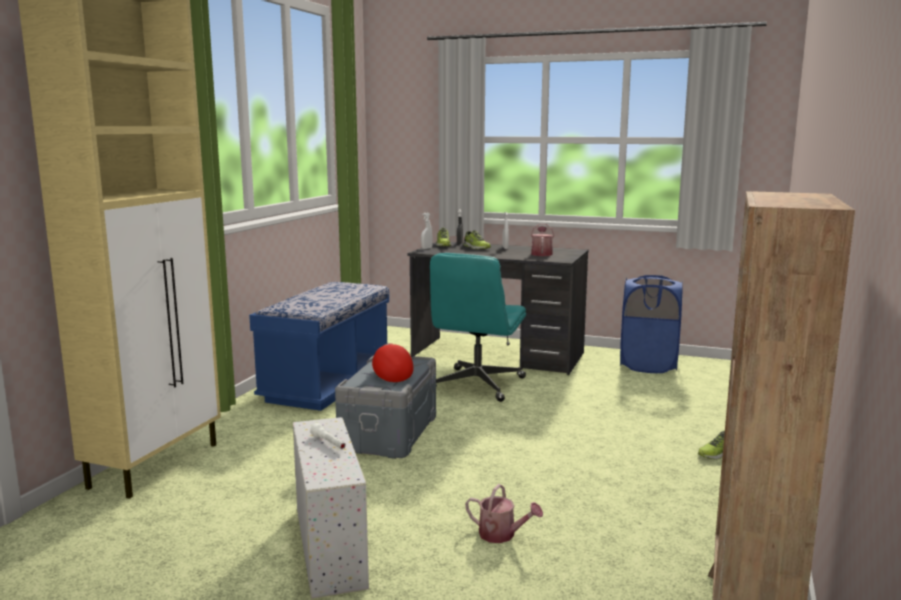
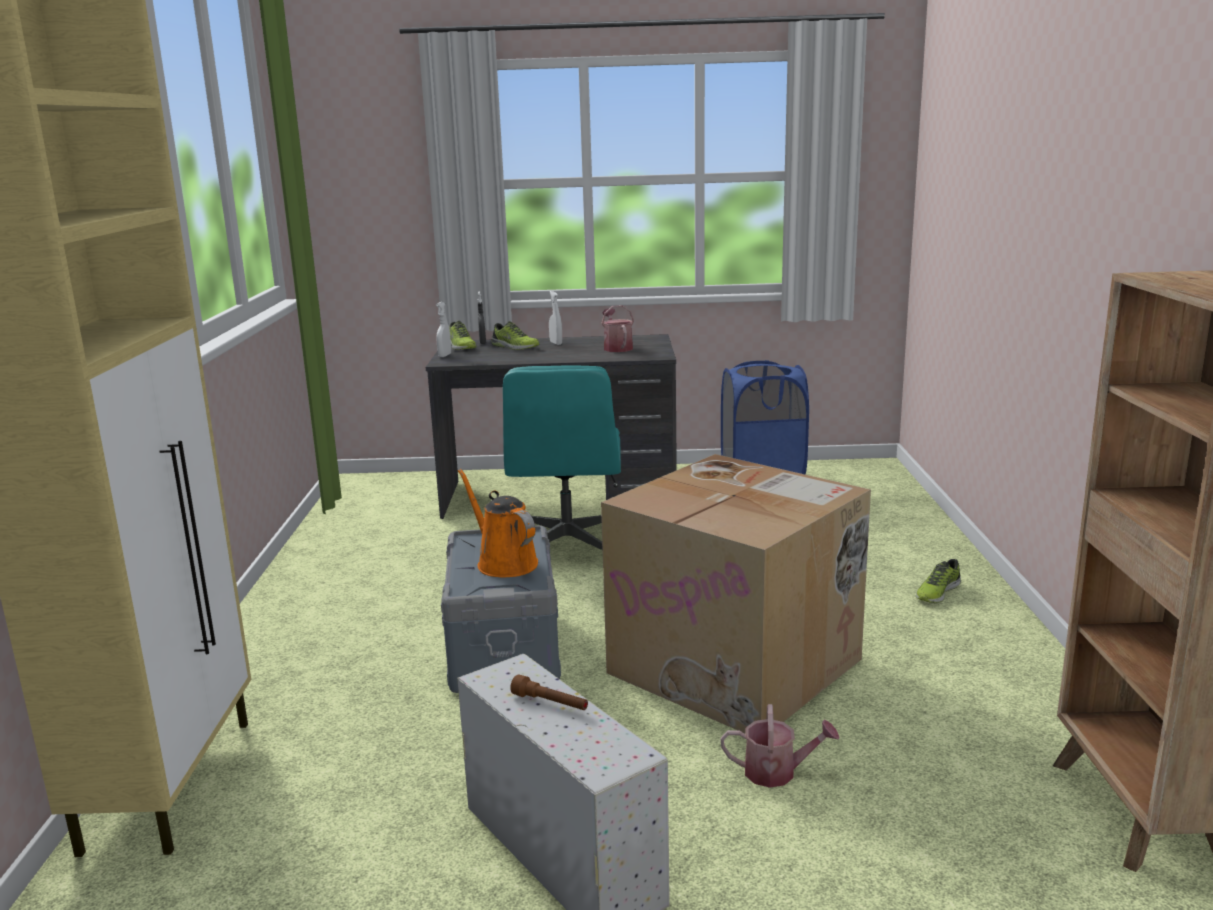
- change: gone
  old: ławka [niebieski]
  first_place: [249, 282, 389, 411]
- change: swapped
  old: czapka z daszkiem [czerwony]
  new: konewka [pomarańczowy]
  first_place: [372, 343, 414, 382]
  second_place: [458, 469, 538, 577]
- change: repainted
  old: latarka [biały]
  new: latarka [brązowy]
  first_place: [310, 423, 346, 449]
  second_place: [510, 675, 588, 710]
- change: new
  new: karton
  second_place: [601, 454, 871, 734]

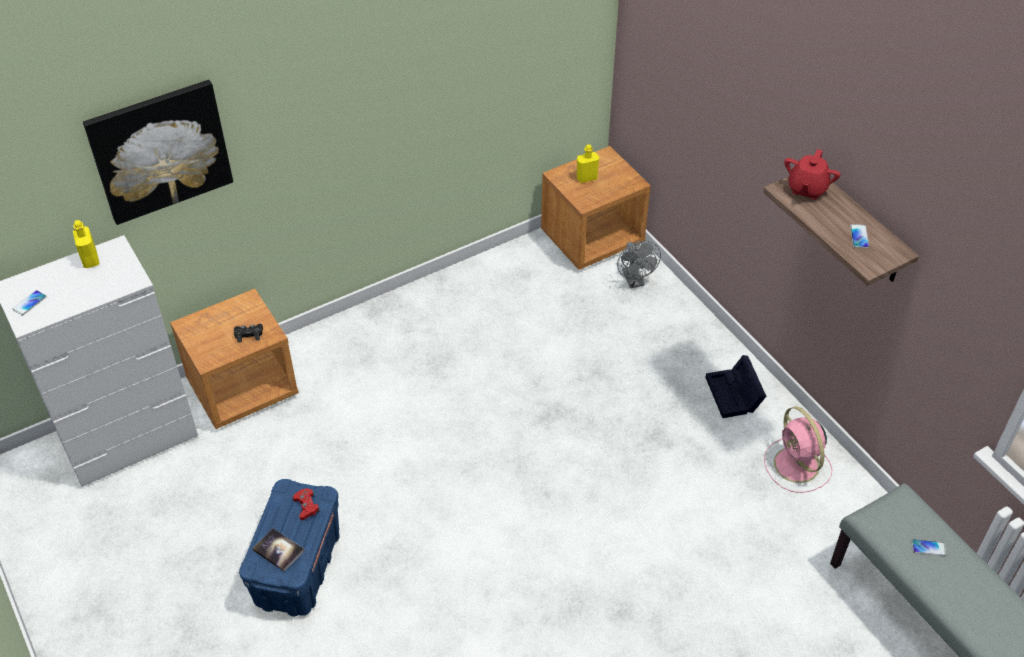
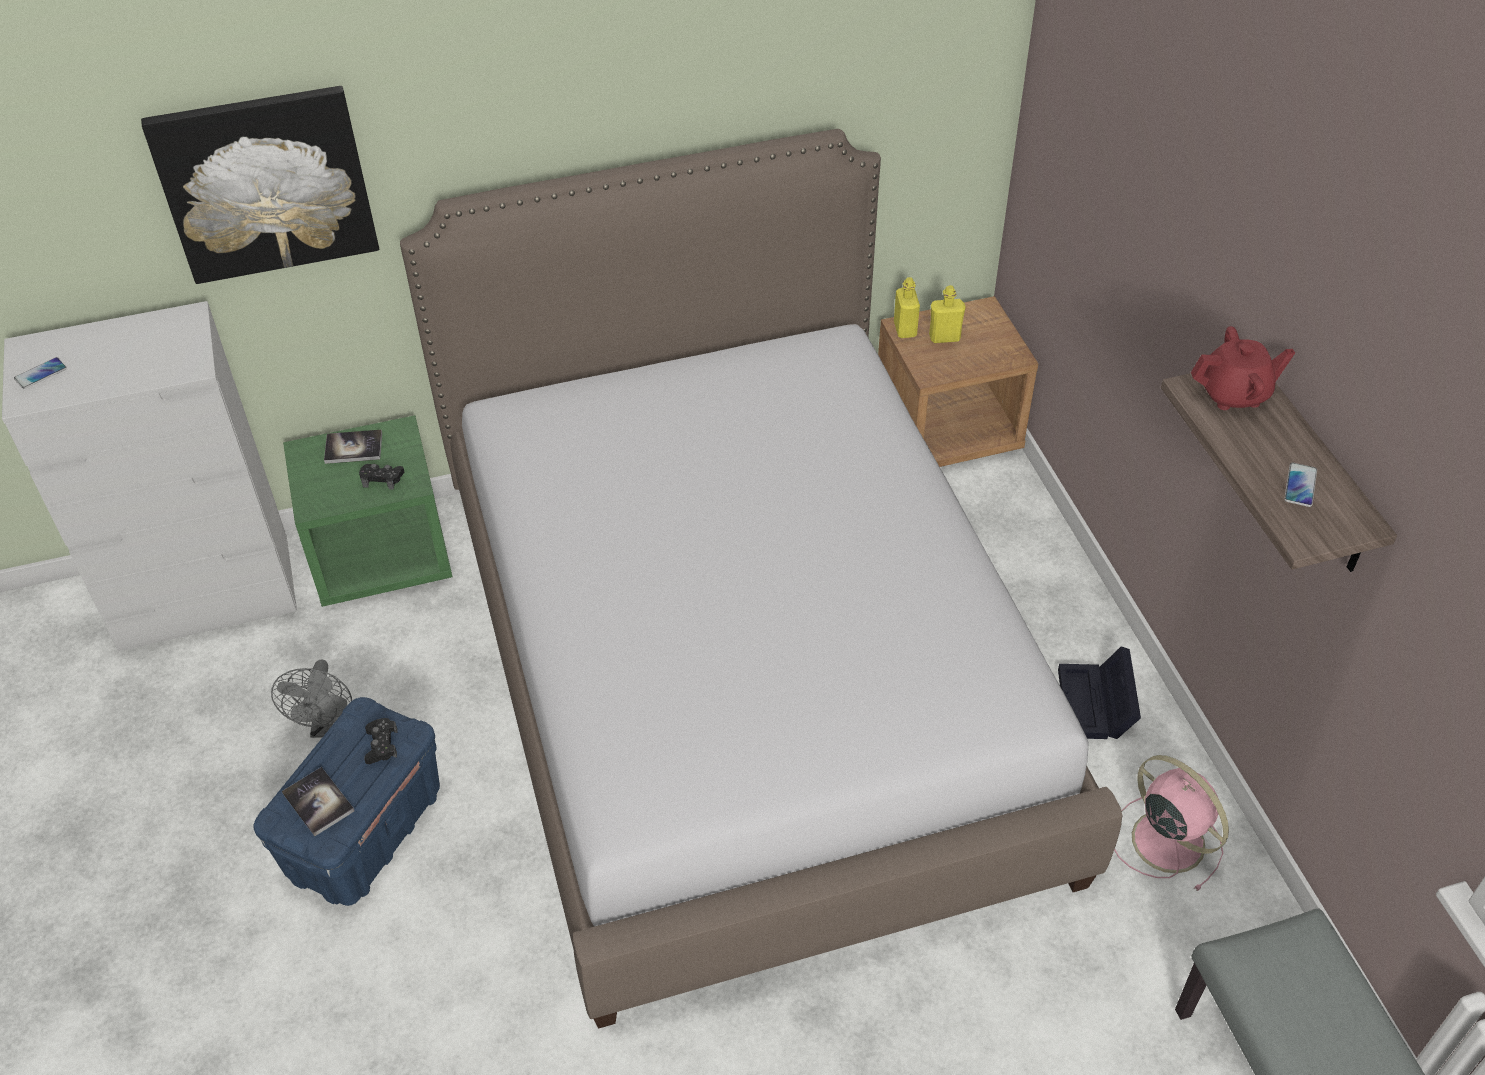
- change: rotated
  old: imbryk [czerwony]
  first_place: [784, 149, 840, 200]
  second_place: [1191, 326, 1295, 410]
  degrees: -135
- change: shifted
  old: butelka [żółty]
  first_place: [73, 220, 100, 268]
  second_place: [894, 277, 920, 338]
- change: shifted
  old: wentylator [szary]
  first_place: [617, 241, 661, 288]
  second_place: [271, 659, 352, 738]
- change: repainted
  old: szafka nocna [brązowy]
  new: szafka nocna [zielony]
  first_place: [170, 289, 299, 429]
  second_place: [283, 415, 452, 607]
- change: rotated
  old: wentylator [różowy]
  first_place: [764, 406, 832, 493]
  second_place: [1114, 755, 1229, 891]
  degrees: 150
- change: repainted
  old: pad do gier [czerwony]
  new: pad do gier [czarny]
  first_place: [293, 488, 320, 520]
  second_place: [364, 718, 397, 764]
- change: gone
  old: telefon
  first_place: [912, 539, 946, 556]
- change: new
  new: łóżko
  second_place: [400, 129, 1122, 1029]
- change: new
  new: książka
  second_place: [324, 430, 382, 464]

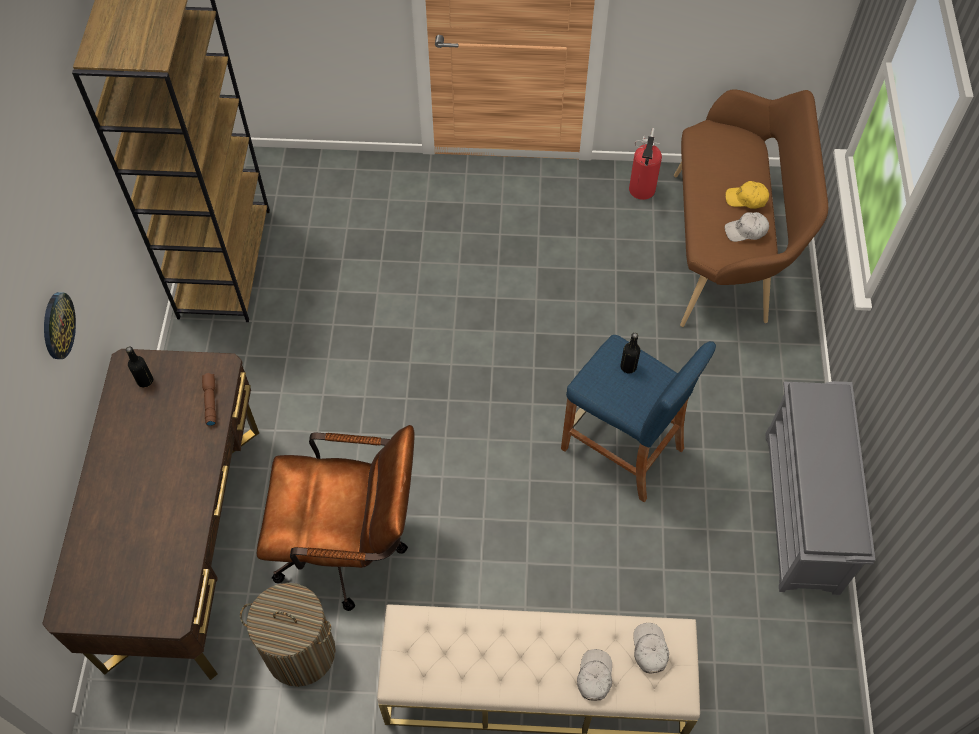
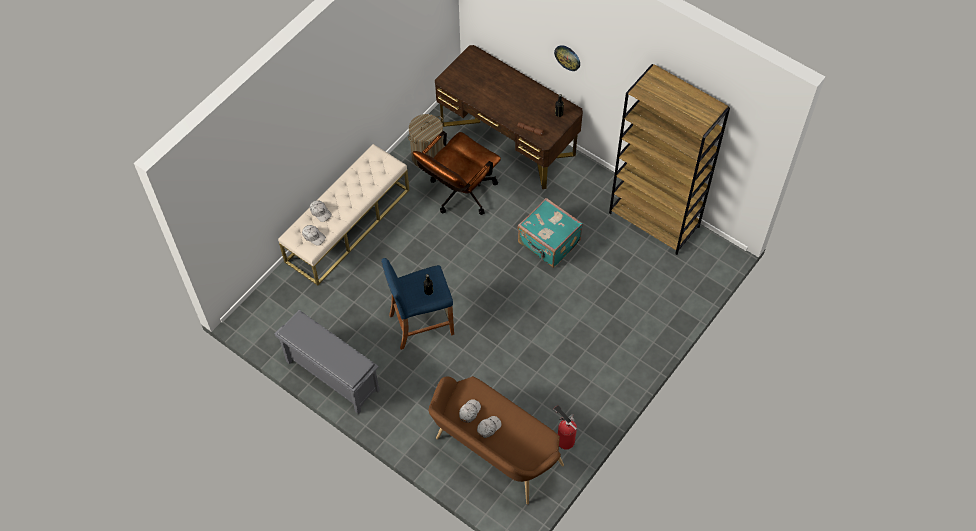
- change: repainted
  old: czapka z daszkiem [żółty]
  new: czapka z daszkiem [biały]
  first_place: [725, 181, 769, 209]
  second_place: [477, 416, 501, 438]
- change: new
  new: walizka [turkusowy]
  second_place: [517, 198, 583, 268]

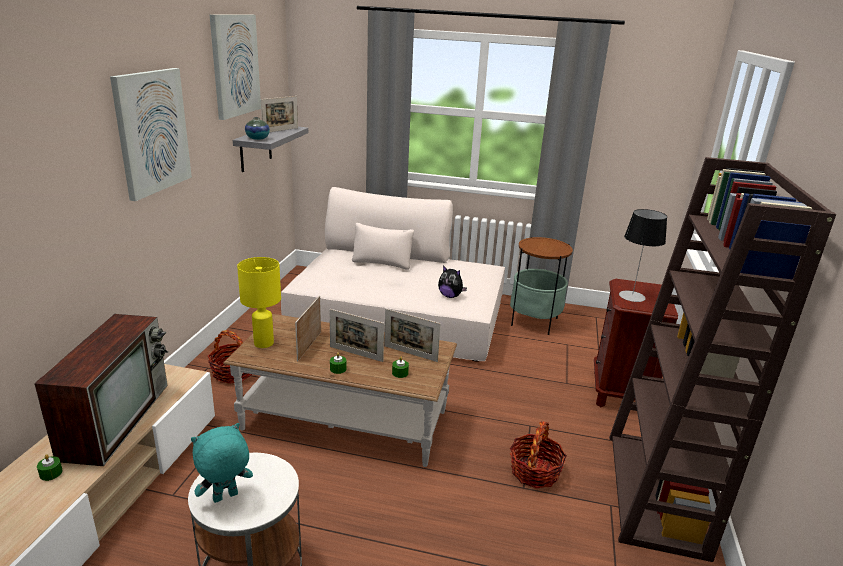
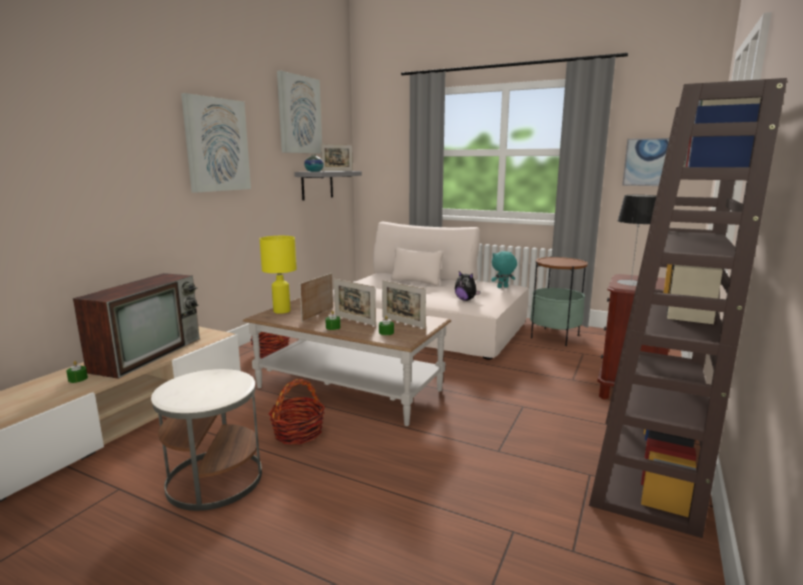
- change: shifted
  old: koszyk
  first_place: [510, 422, 567, 488]
  second_place: [268, 379, 325, 445]
- change: shifted
  old: pluszak [turkusowy]
  first_place: [191, 423, 253, 503]
  second_place: [492, 251, 517, 288]
- change: new
  new: obraz
  second_place: [622, 138, 669, 186]

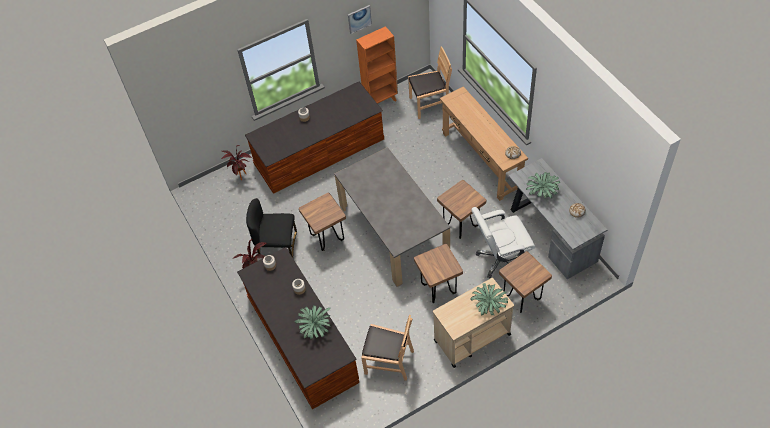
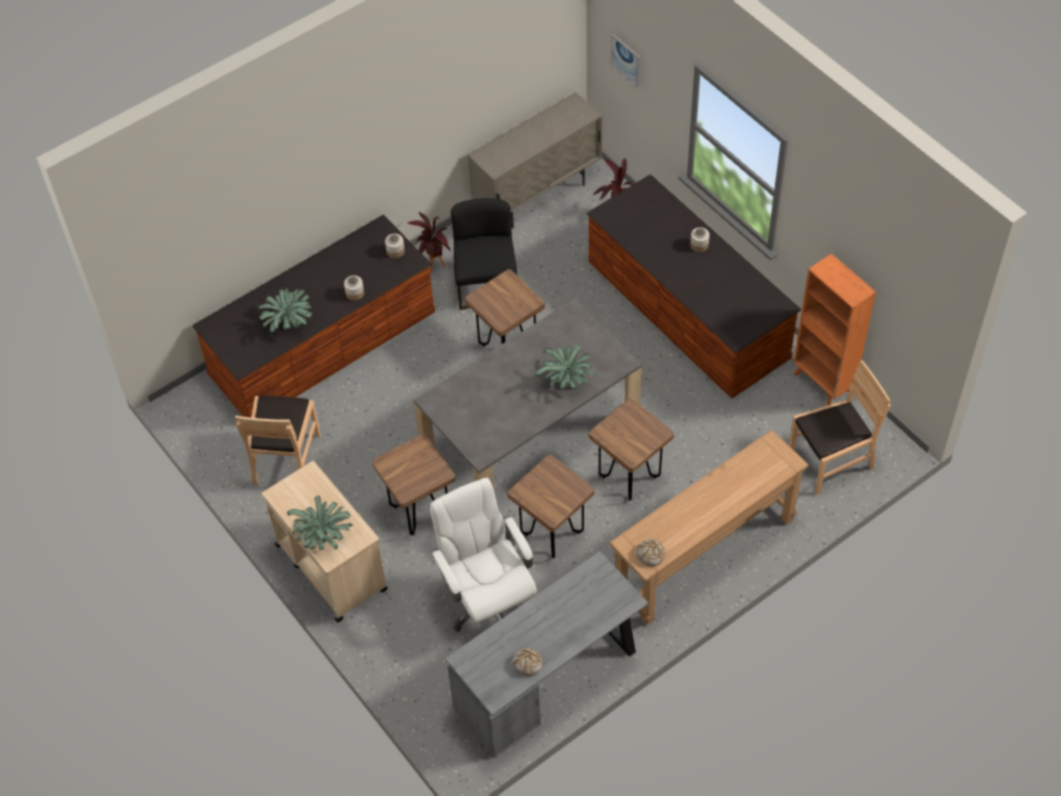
- change: shifted
  old: obraz
  first_place: [348, 5, 372, 34]
  second_place: [611, 34, 640, 88]
- change: rotated
  old: krzesło [brązowy]
  first_place: [408, 46, 452, 119]
  second_place: [789, 360, 891, 495]
  degrees: -90
- change: shifted
  old: roślina doniczkowa
  first_place: [526, 172, 560, 199]
  second_place: [536, 345, 597, 390]
- change: shifted
  old: stołek [brązowy]
  first_place: [499, 251, 552, 313]
  second_place: [588, 398, 674, 501]
- change: new
  new: szafka [beżowy]
  second_place: [467, 92, 603, 229]

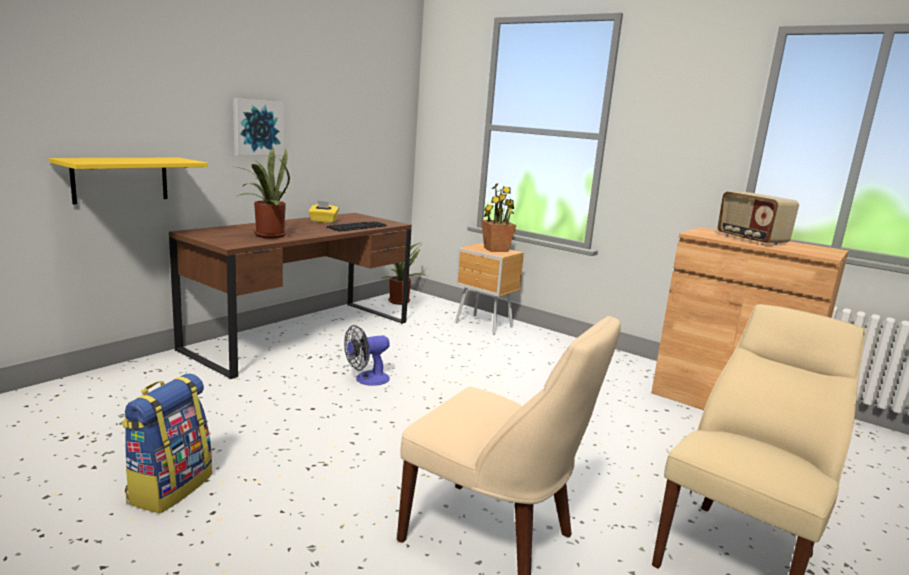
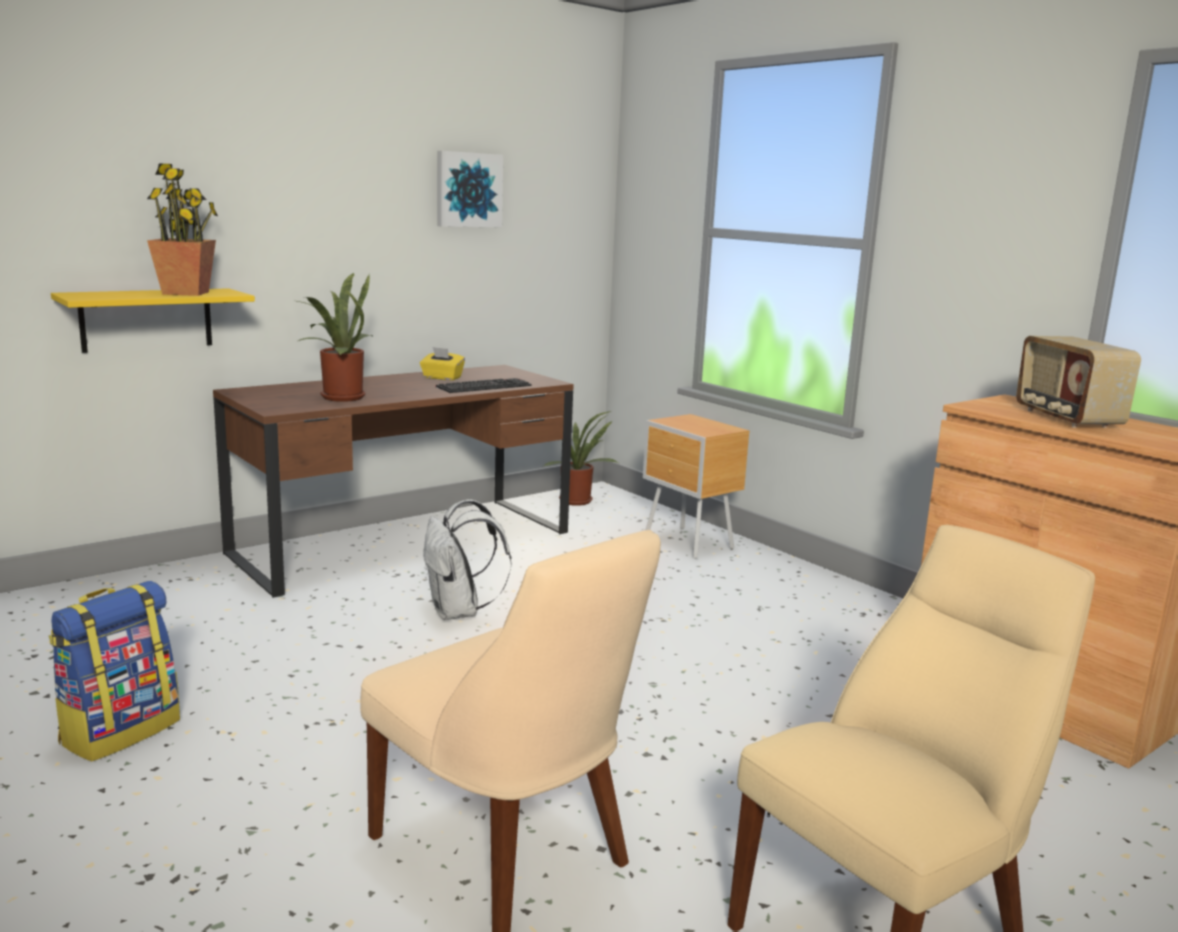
- change: shifted
  old: obraz
  first_place: [233, 98, 283, 156]
  second_place: [437, 151, 503, 227]
- change: shifted
  old: roślina doniczkowa
  first_place: [481, 183, 517, 252]
  second_place: [147, 163, 218, 296]
- change: swapped
  old: wentylator
  new: plecak [biały]
  first_place: [344, 325, 390, 386]
  second_place: [423, 499, 511, 620]

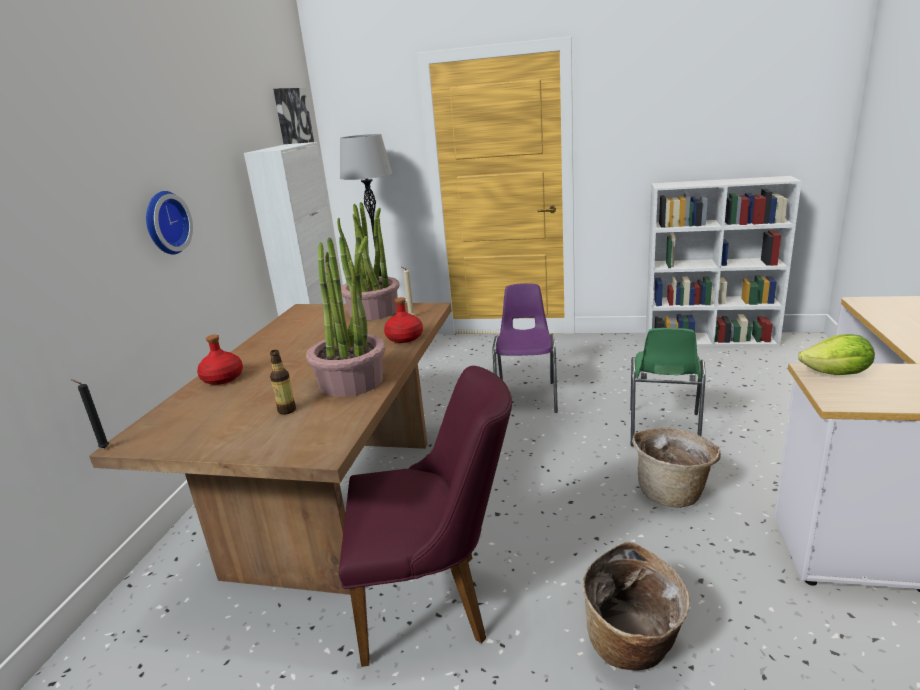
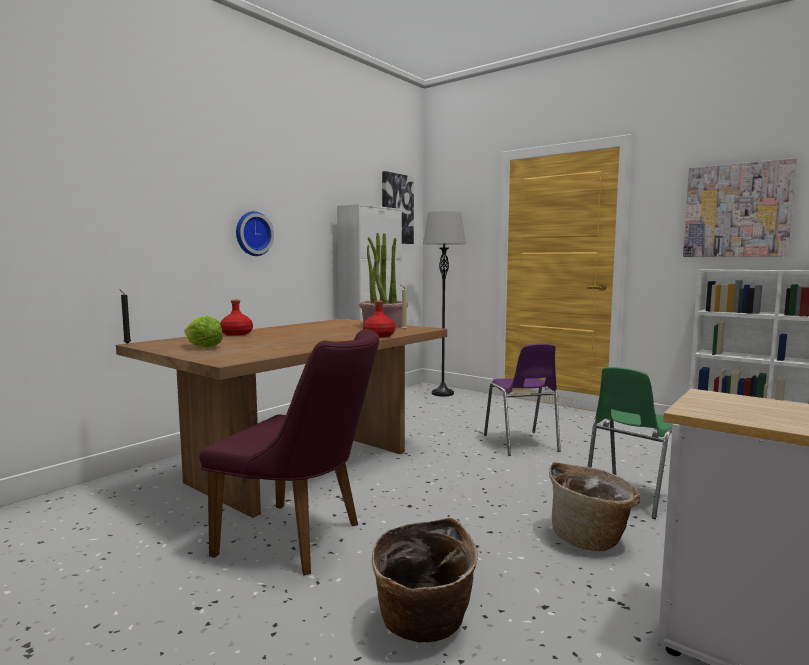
- change: gone
  old: roślina doniczkowa
  first_place: [306, 236, 386, 397]
- change: rotated
  old: krzesło [fioletowy]
  first_place: [493, 283, 558, 413]
  second_place: [484, 344, 561, 456]
  degrees: 135
- change: shifted
  old: sałata
  first_place: [798, 334, 875, 375]
  second_place: [184, 316, 223, 348]
- change: gone
  old: butelka
  first_place: [270, 350, 296, 415]
- change: new
  new: obraz
  second_place: [683, 158, 797, 257]

